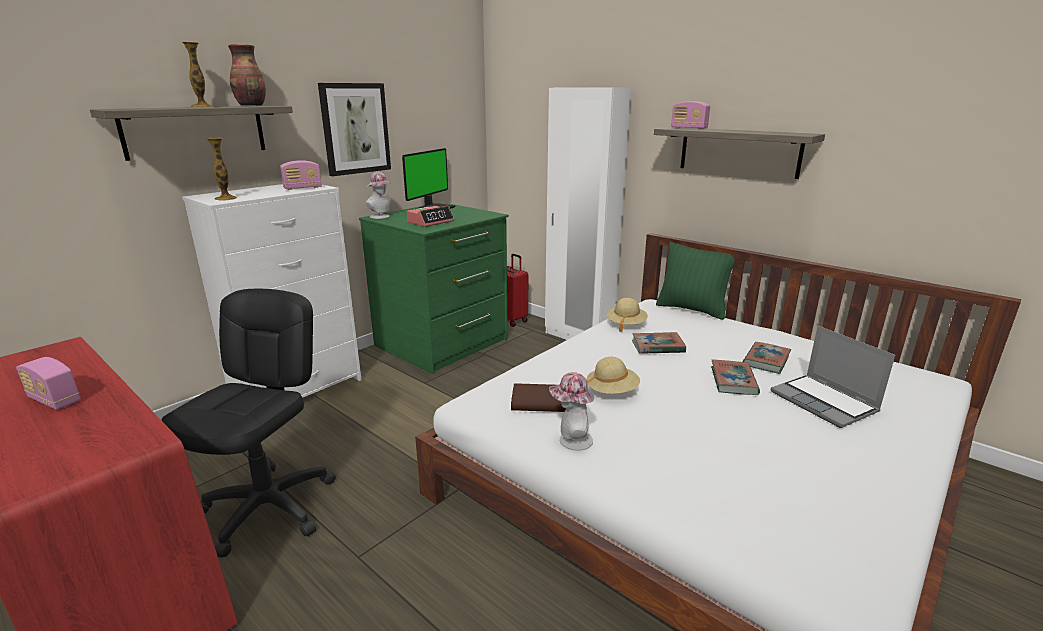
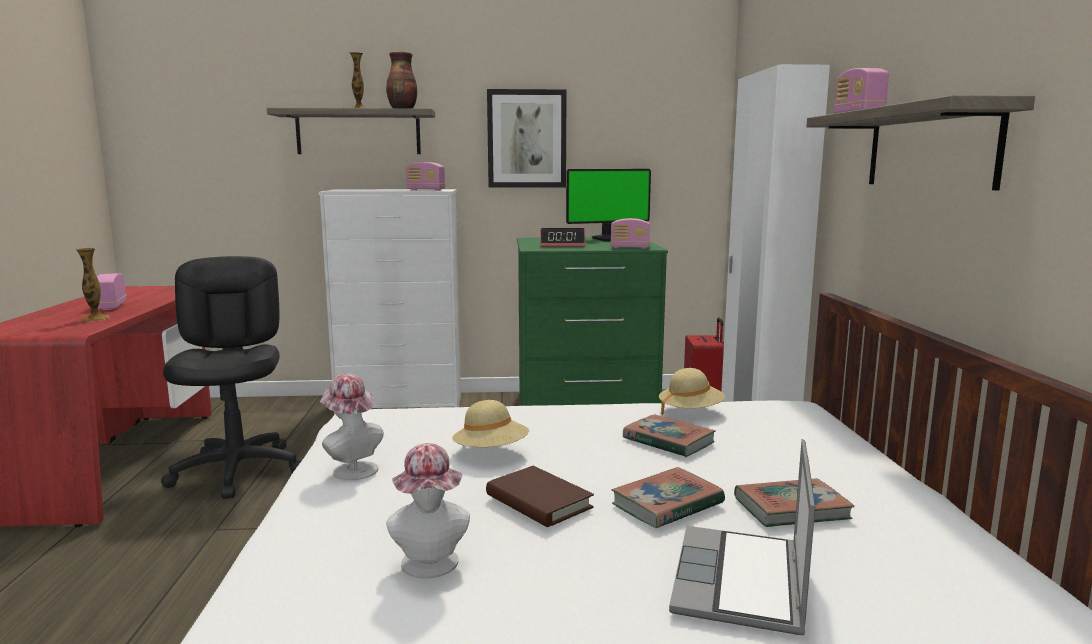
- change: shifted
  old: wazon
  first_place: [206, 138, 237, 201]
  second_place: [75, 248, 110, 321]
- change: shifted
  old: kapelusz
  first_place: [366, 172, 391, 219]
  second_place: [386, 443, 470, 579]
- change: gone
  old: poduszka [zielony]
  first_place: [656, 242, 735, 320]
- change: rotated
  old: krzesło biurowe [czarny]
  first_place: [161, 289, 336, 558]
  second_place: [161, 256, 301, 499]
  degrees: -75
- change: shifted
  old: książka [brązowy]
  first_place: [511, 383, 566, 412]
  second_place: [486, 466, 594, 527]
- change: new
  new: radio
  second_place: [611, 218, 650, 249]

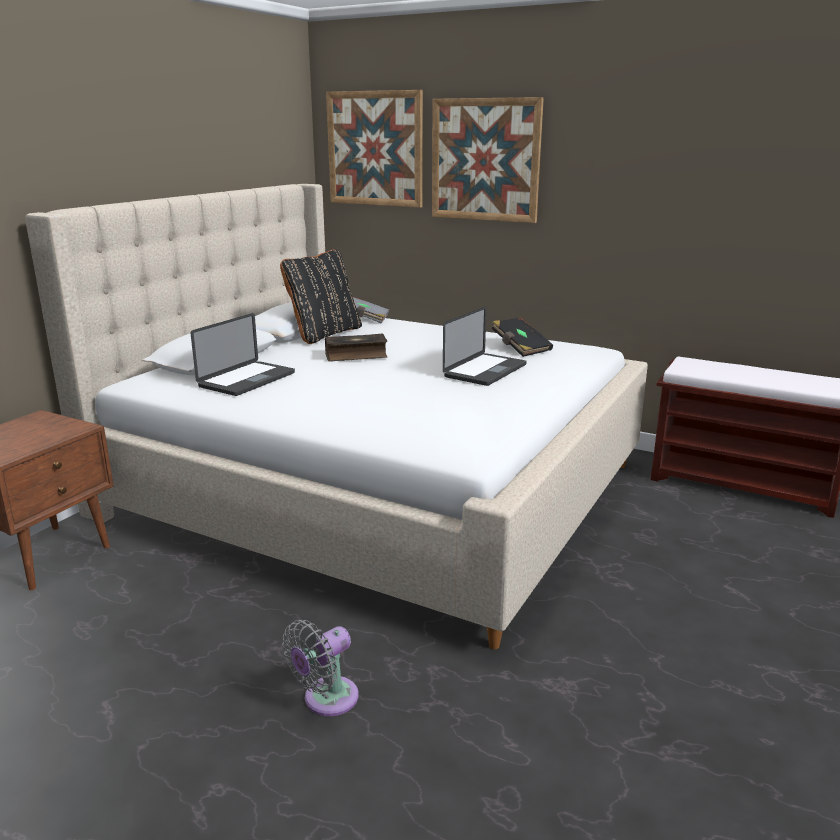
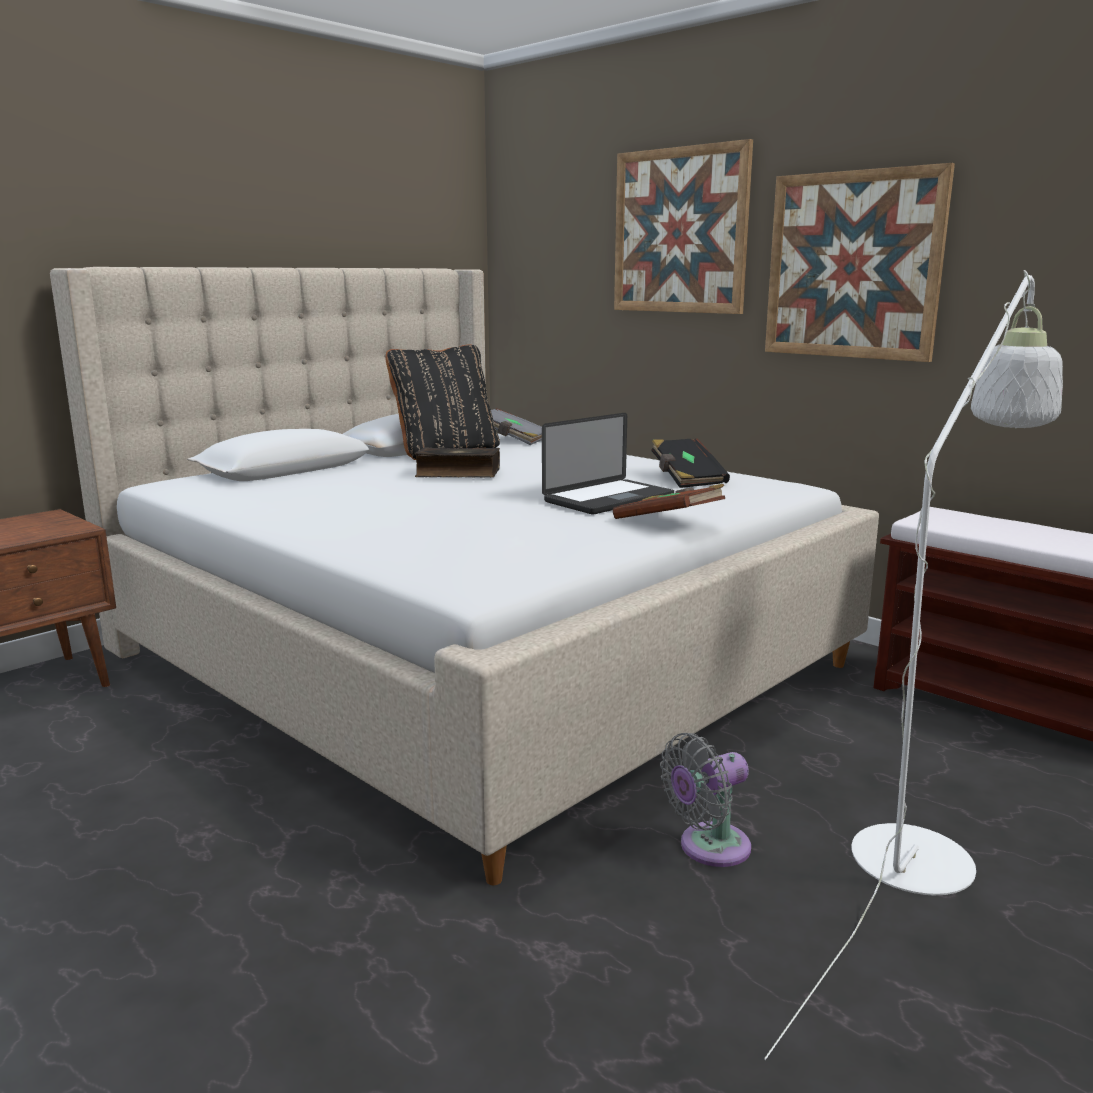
- change: shifted
  old: obraz
  first_place: [326, 90, 423, 208]
  second_place: [765, 163, 955, 362]
- change: gone
  old: laptop
  first_place: [191, 313, 295, 396]
- change: shifted
  old: wentylator [szary]
  first_place: [282, 620, 359, 716]
  second_place: [660, 733, 751, 867]
- change: new
  new: lampa stojąca [biały]
  second_place: [764, 270, 1063, 1060]
- change: new
  new: książka [brązowy]
  second_place: [613, 484, 725, 519]

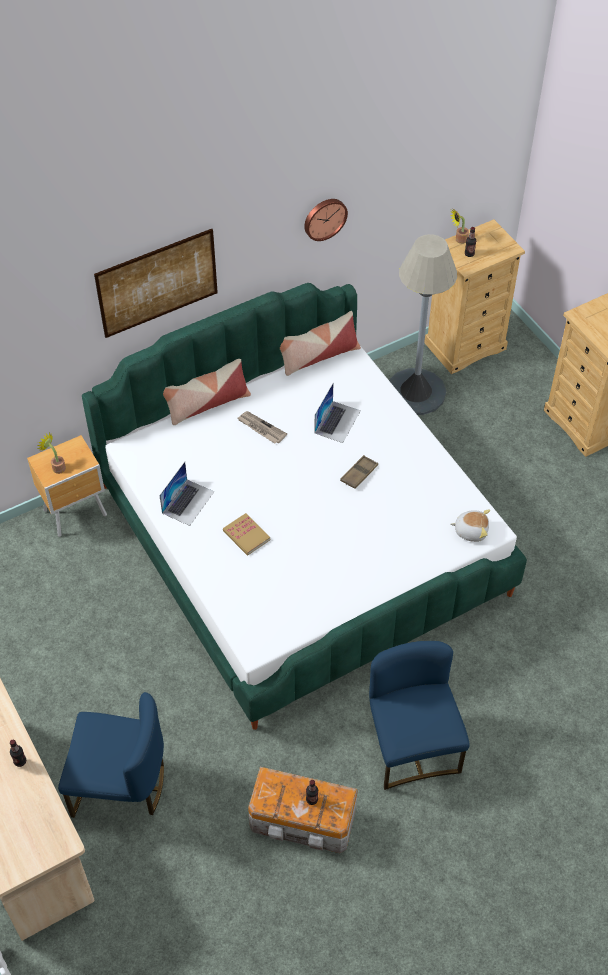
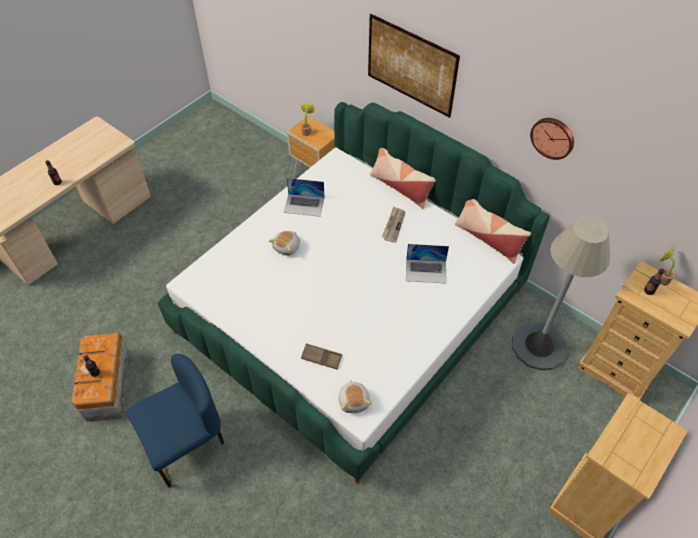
- change: shifted
  old: taca [brązowy]
  first_place: [340, 455, 378, 489]
  second_place: [301, 343, 343, 370]
- change: swapped
  old: książka
  new: pluszak
  first_place: [223, 513, 270, 555]
  second_place: [268, 231, 300, 256]
- change: gone
  old: krzesło [niebieski]
  first_place: [58, 692, 164, 818]

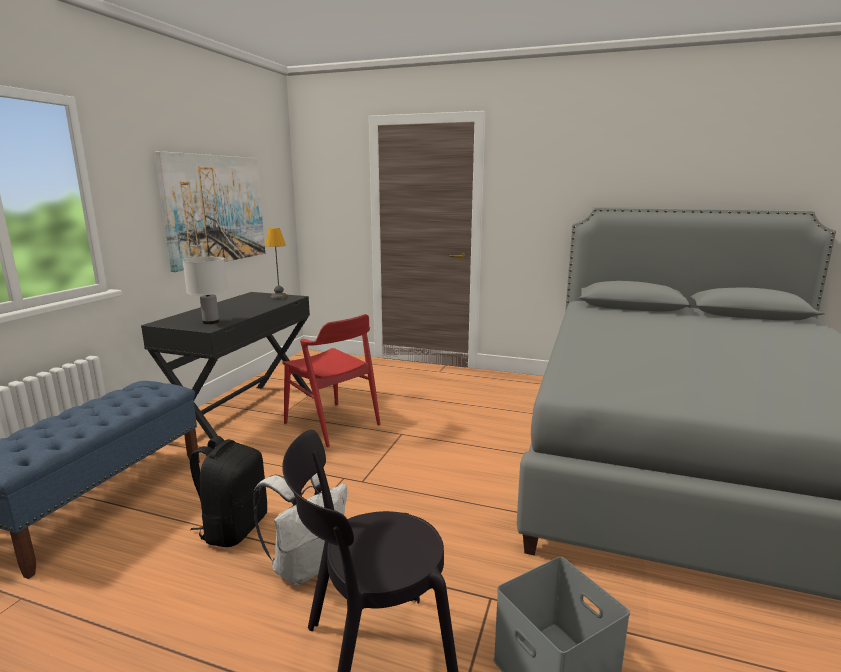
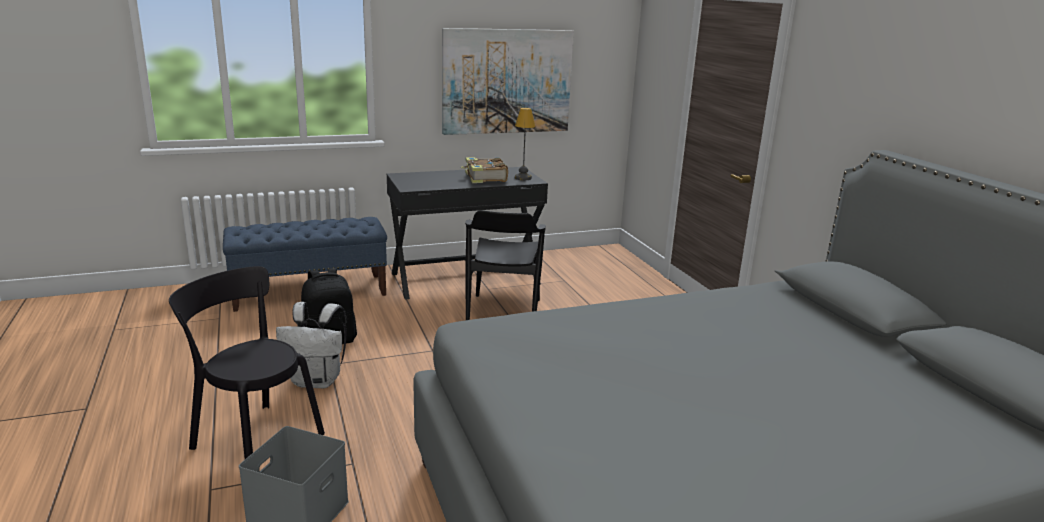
- change: gone
  old: lampa stołowa [biały]
  first_place: [182, 257, 228, 324]
- change: repainted
  old: krzesło [czerwony]
  new: krzesło [czarny]
  first_place: [282, 314, 381, 447]
  second_place: [465, 210, 546, 320]
- change: new
  new: książka
  second_place: [461, 157, 508, 183]

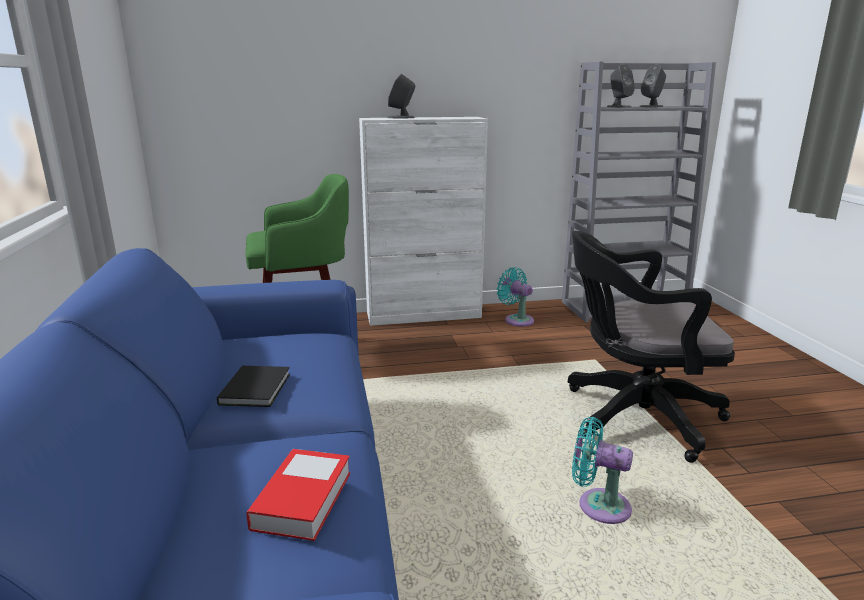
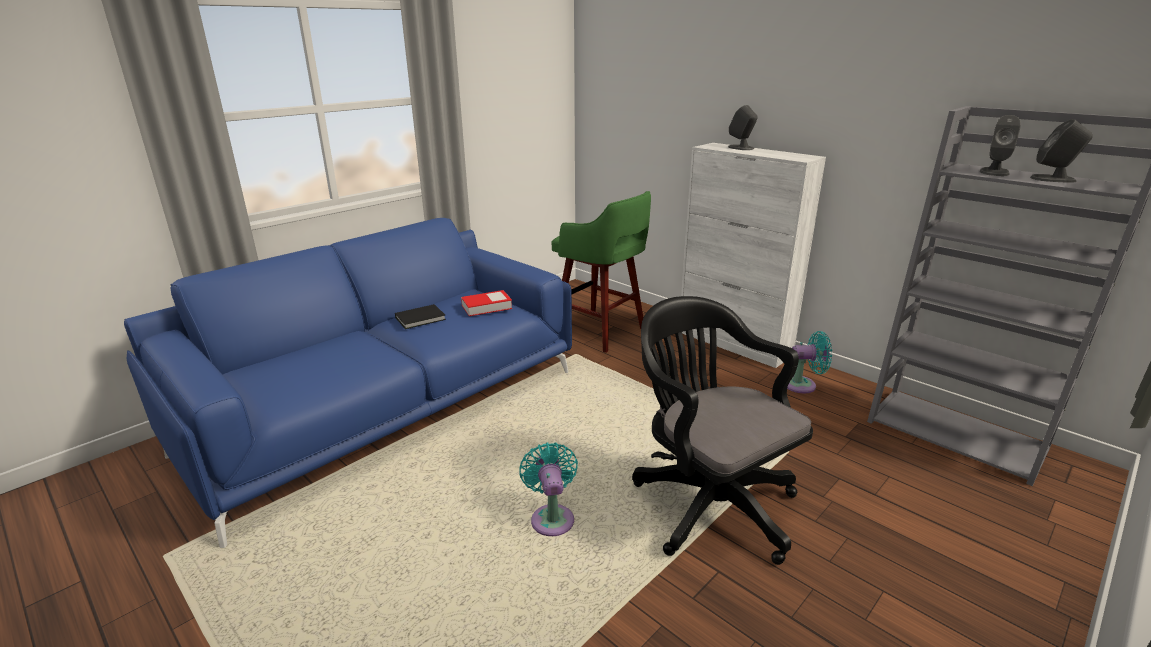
- change: rotated
  old: wentylator [turkusowy]
  first_place: [497, 267, 534, 327]
  second_place: [787, 331, 832, 393]
  degrees: 75
- change: shifted
  old: książka
  first_place: [246, 449, 350, 541]
  second_place: [461, 290, 512, 316]

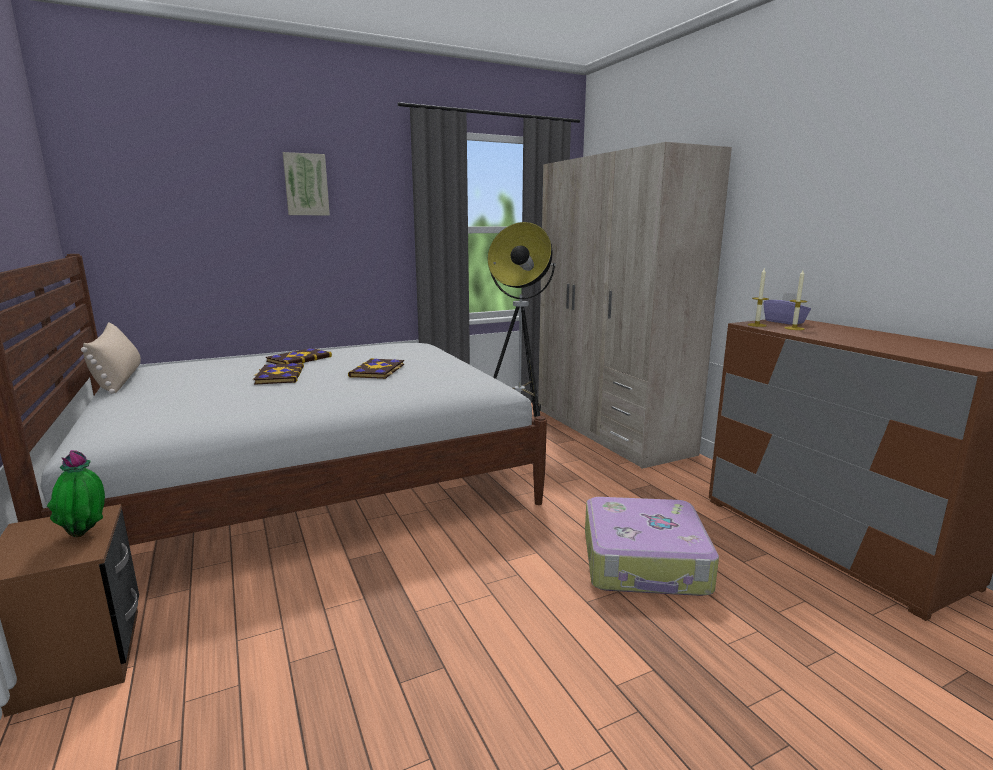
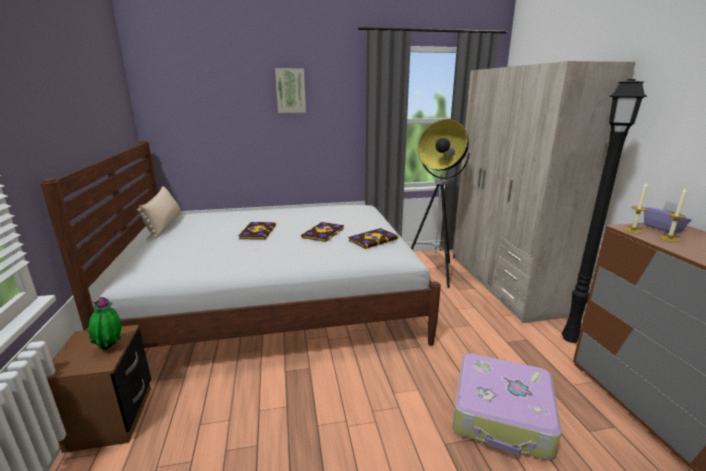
- change: shifted
  old: książka
  first_place: [266, 348, 332, 364]
  second_place: [348, 228, 399, 249]
- change: new
  new: lampa stojąca [czarny]
  second_place: [562, 79, 647, 343]

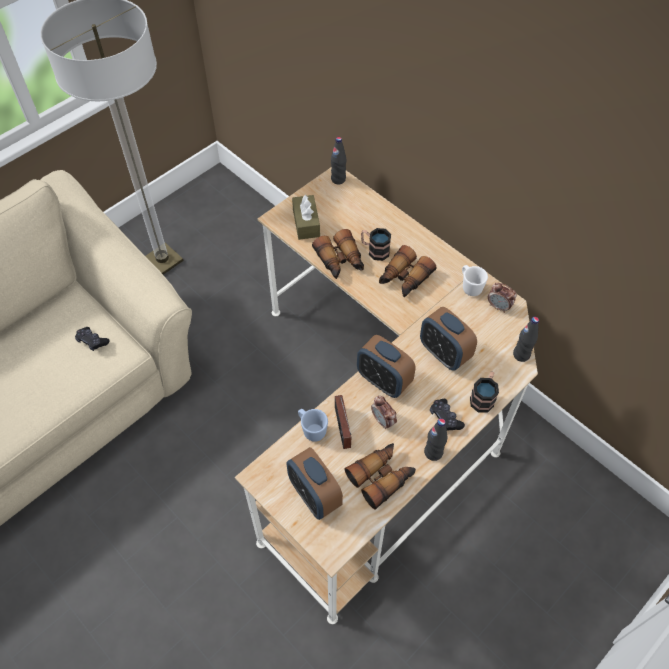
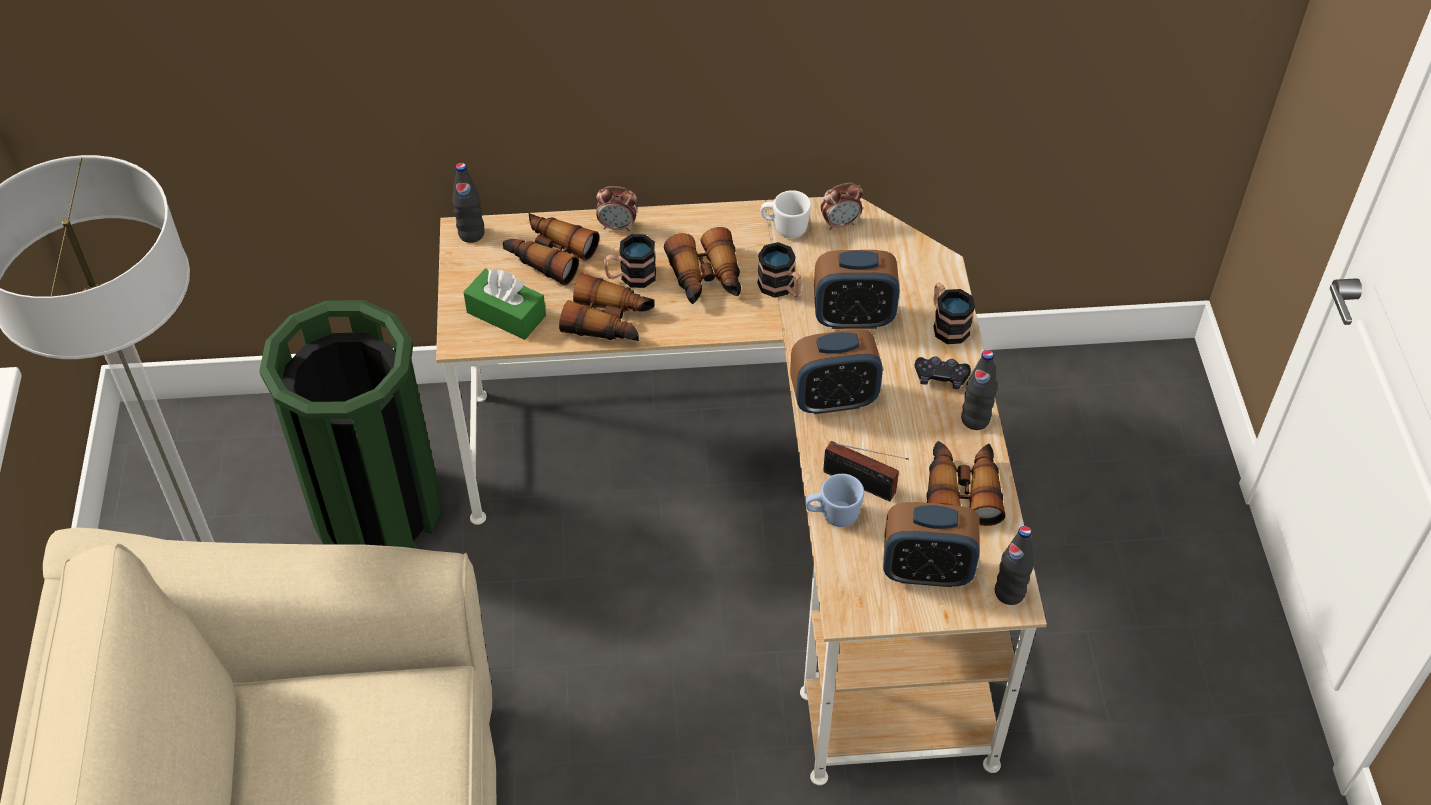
- change: repainted
  old: pudełko chusteczek [brązowy]
  new: pudełko chusteczek [zielony]
  first_place: [292, 194, 320, 240]
  second_place: [463, 268, 546, 340]
- change: shifted
  old: butelka [czarny]
  first_place: [513, 317, 539, 362]
  second_place: [995, 526, 1034, 605]
- change: gone
  old: pad do gier [czarny]
  first_place: [75, 327, 110, 351]
- change: shifted
  old: budzik
  first_place: [371, 396, 397, 430]
  second_place: [596, 186, 637, 231]
- change: new
  new: lornetka
  second_place: [503, 213, 599, 285]
- change: new
  new: kubek
  second_place: [757, 242, 802, 298]
- change: new
  new: kosz na śmieci [zielony]
  second_place: [259, 300, 441, 548]

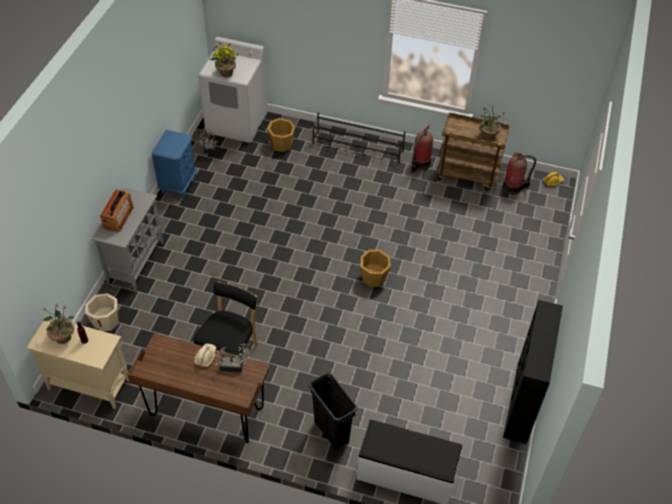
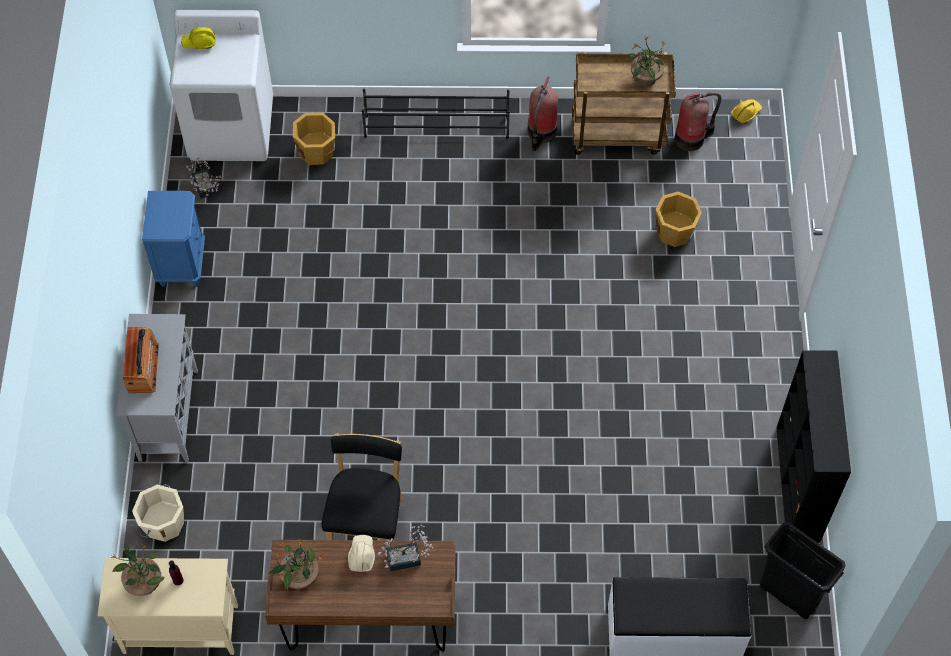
- change: shifted
  old: roślina doniczkowa
  first_place: [210, 42, 238, 77]
  second_place: [268, 539, 323, 590]
- change: shifted
  old: wiadro [pomarańczowy]
  first_place: [360, 250, 391, 287]
  second_place: [656, 191, 702, 247]
- change: shifted
  old: kosz na śmieci [czarny]
  first_place: [308, 372, 358, 450]
  second_place: [760, 522, 846, 619]

